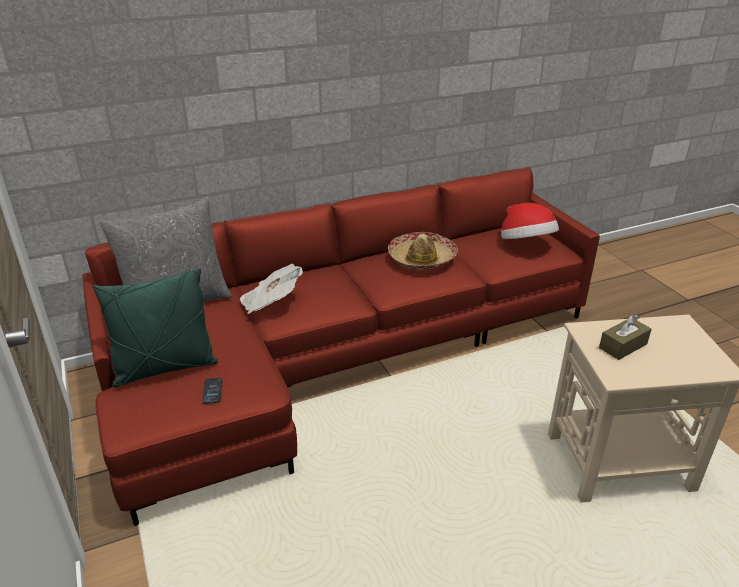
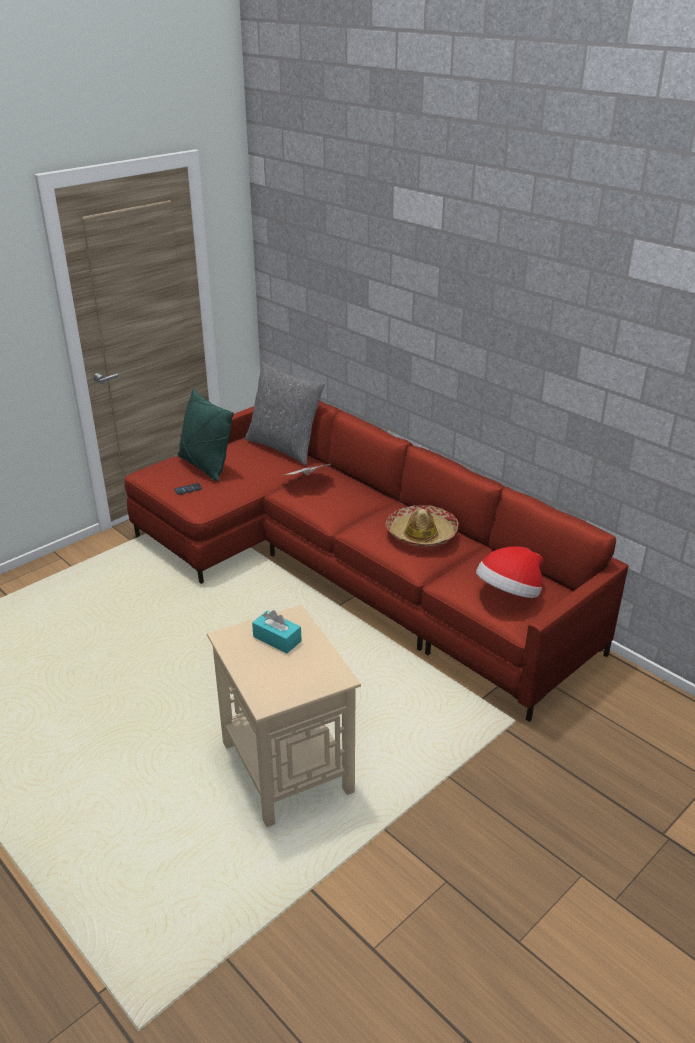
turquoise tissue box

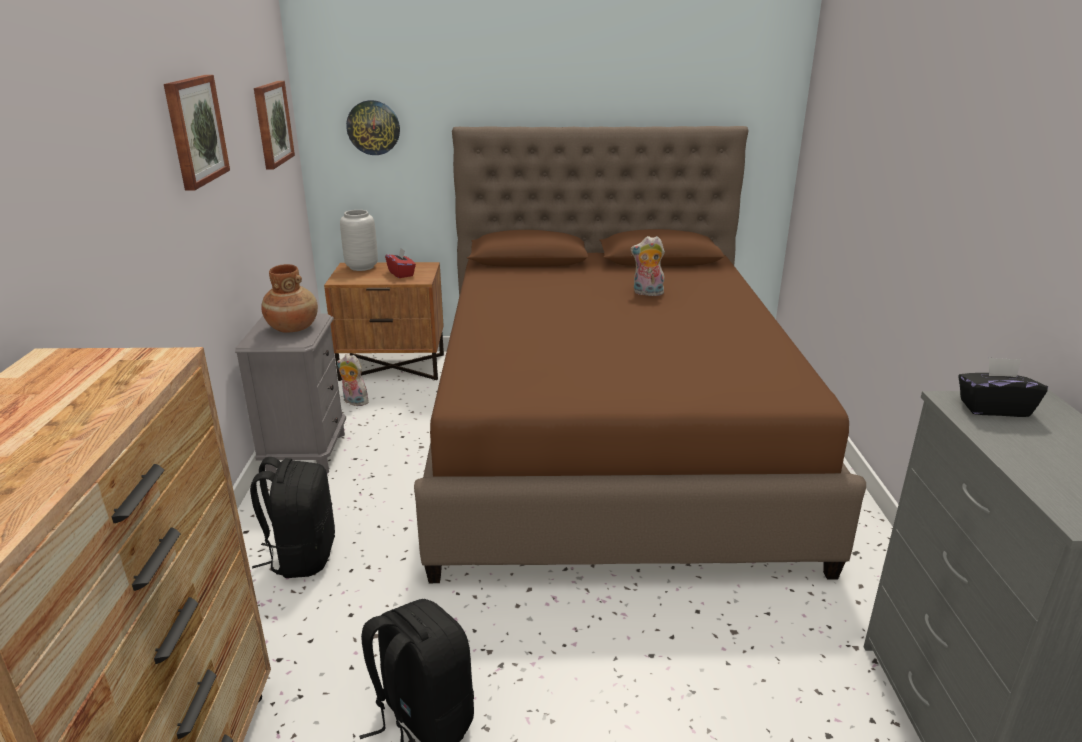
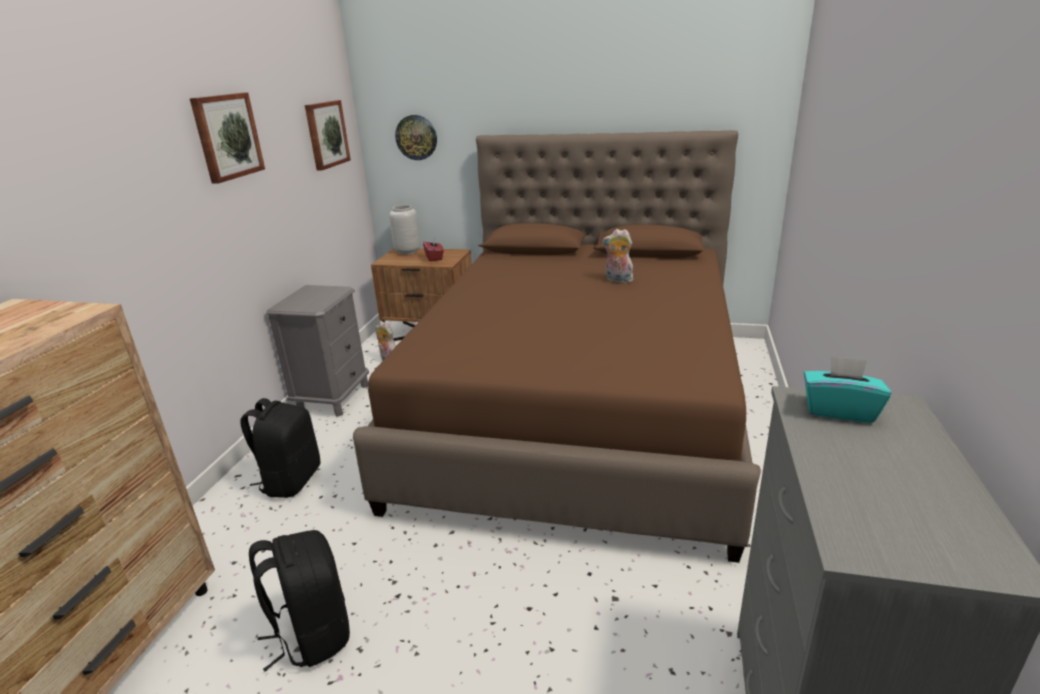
brown vase
turquoise tissue box

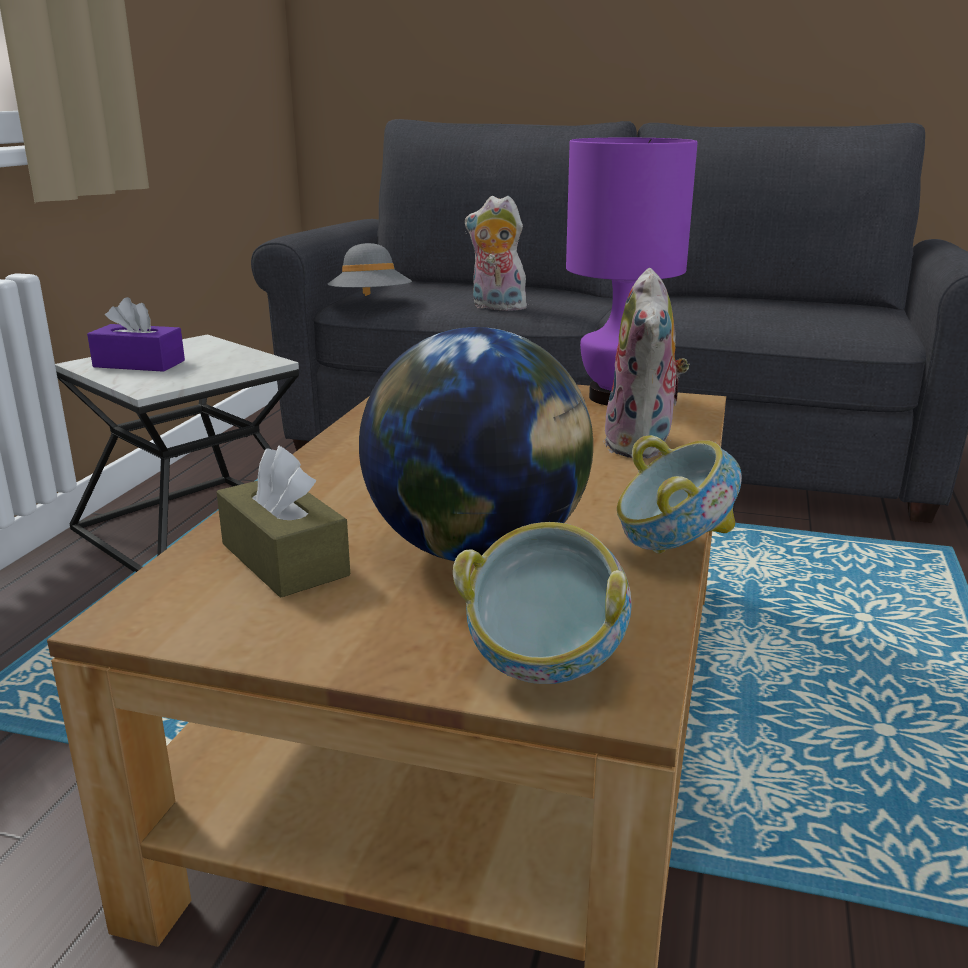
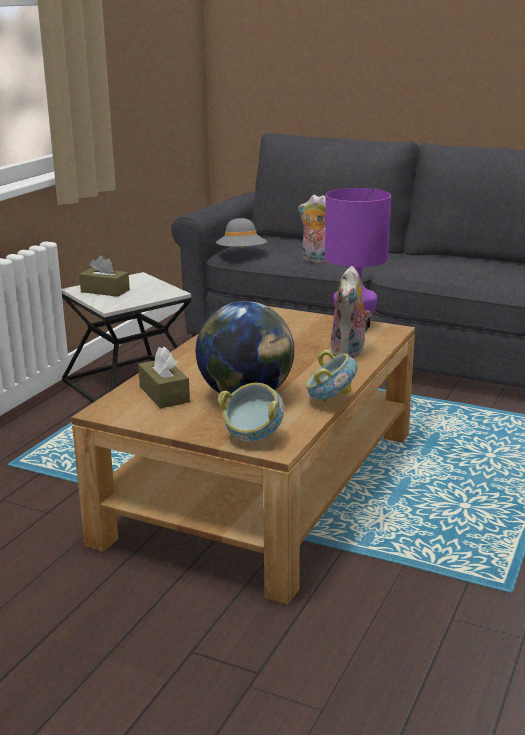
brown tissue box (1st from left)

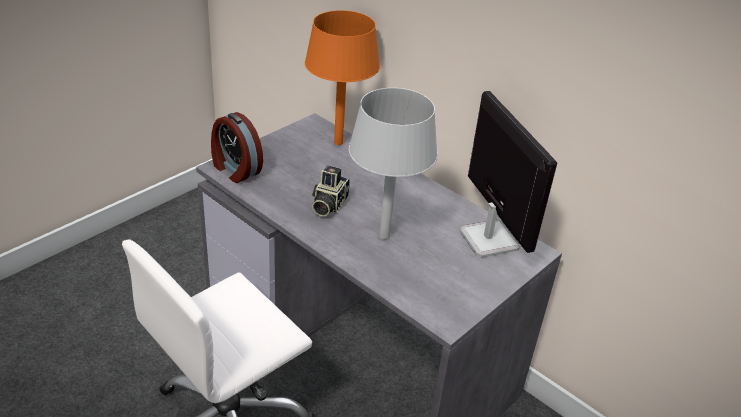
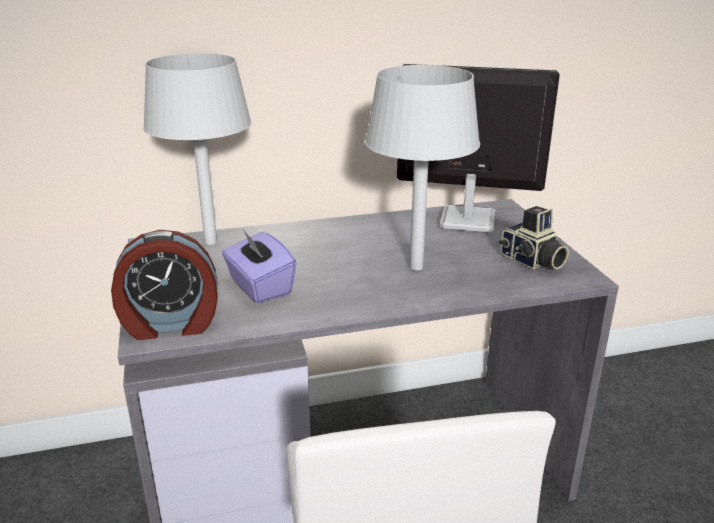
grey table lamp (1st from left)
photo camera
purple tissue box

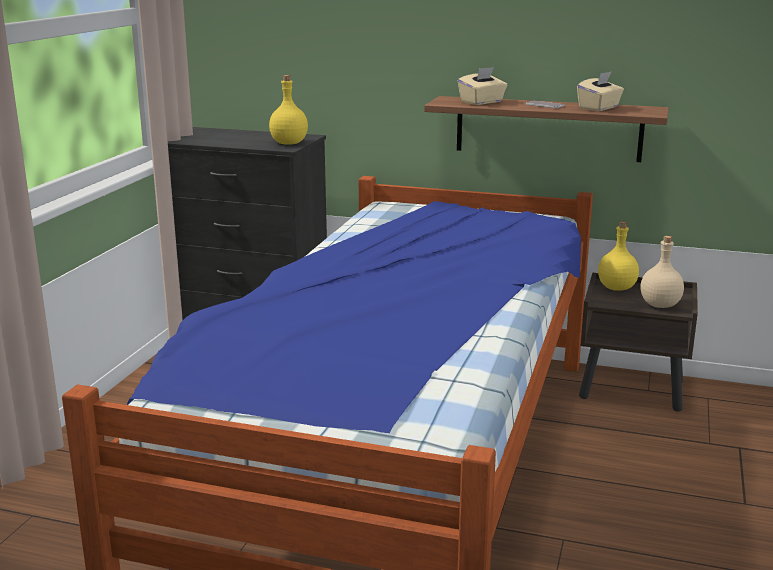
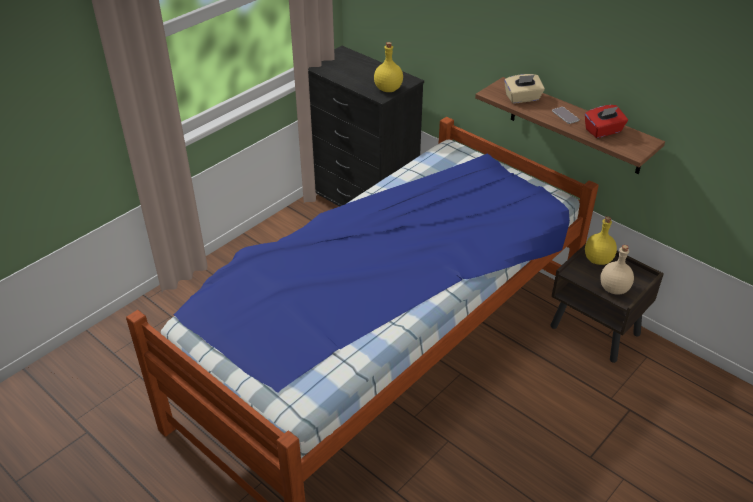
red tissue box

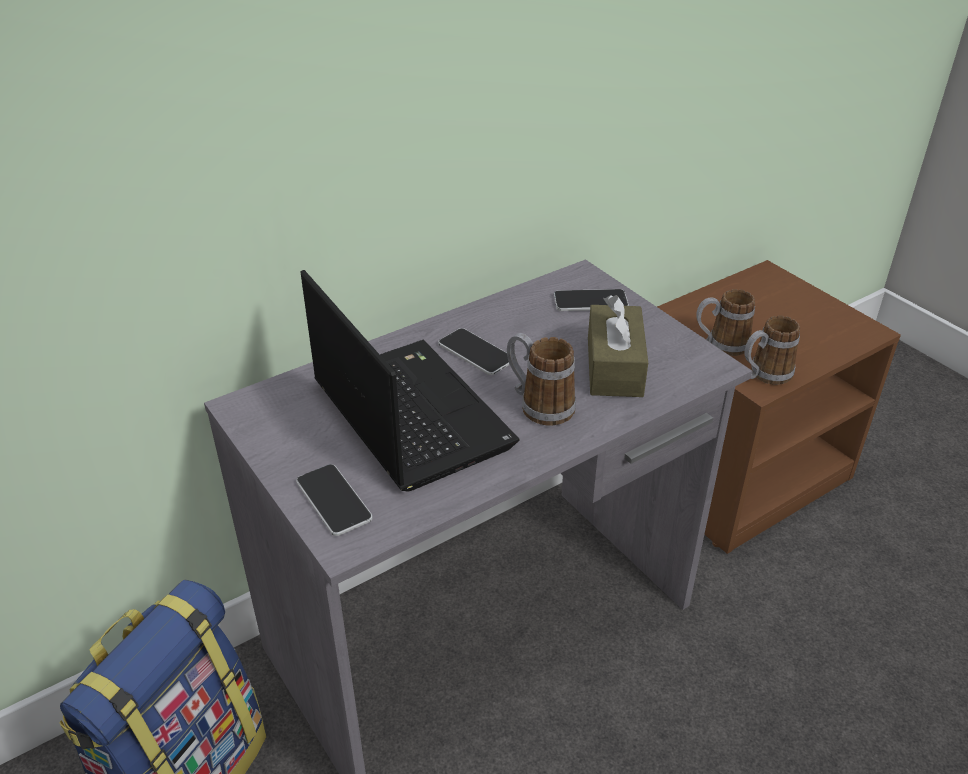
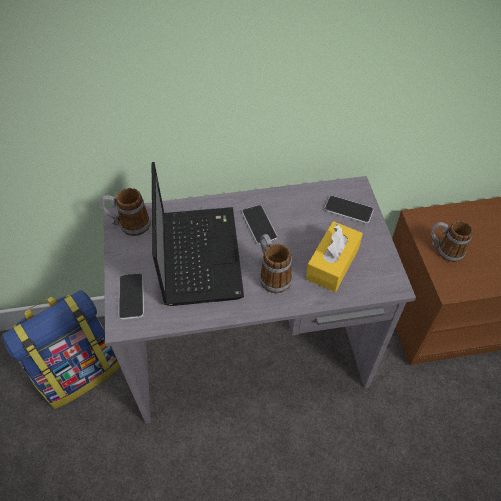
yellow tissue box
mug (1st from left)

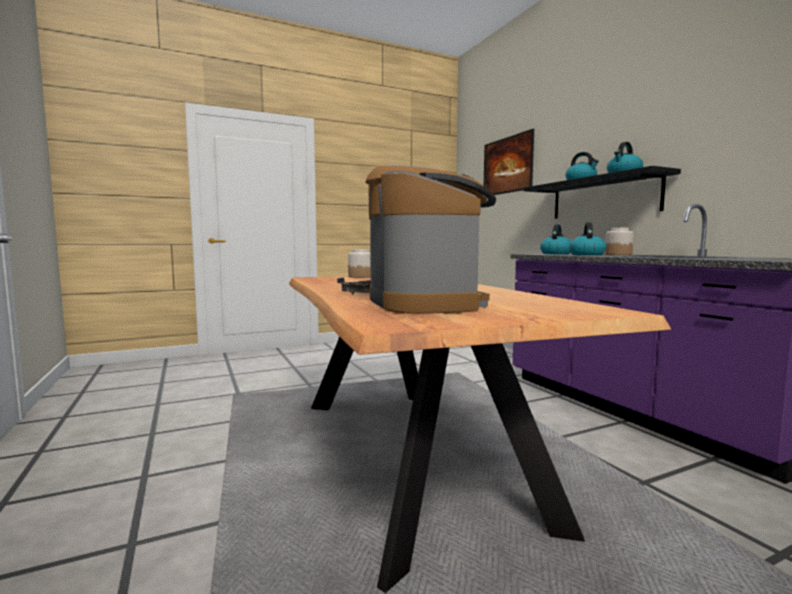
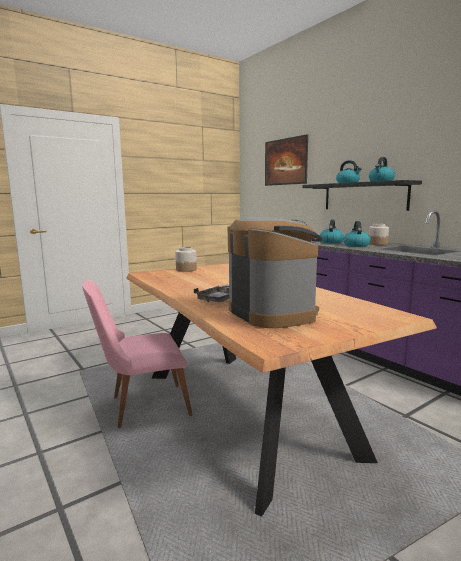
pink chair

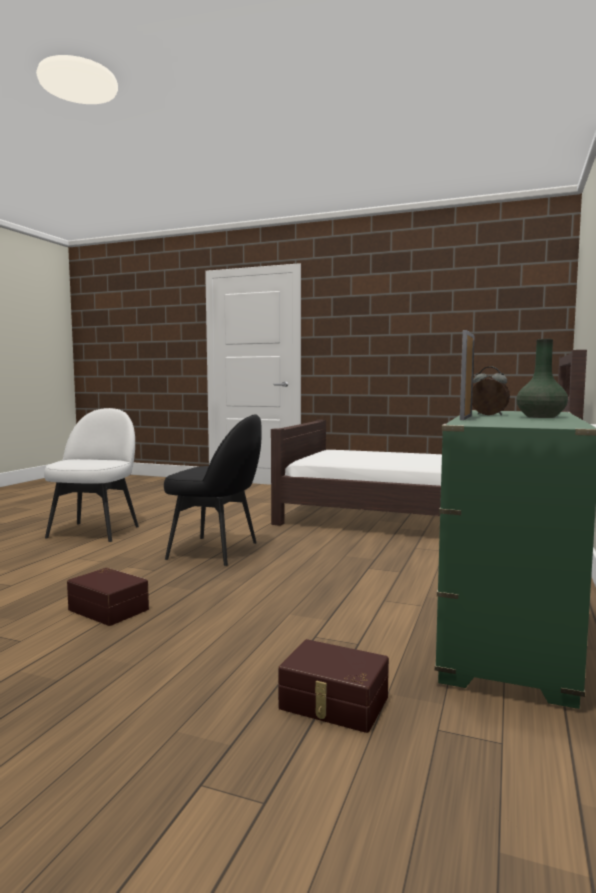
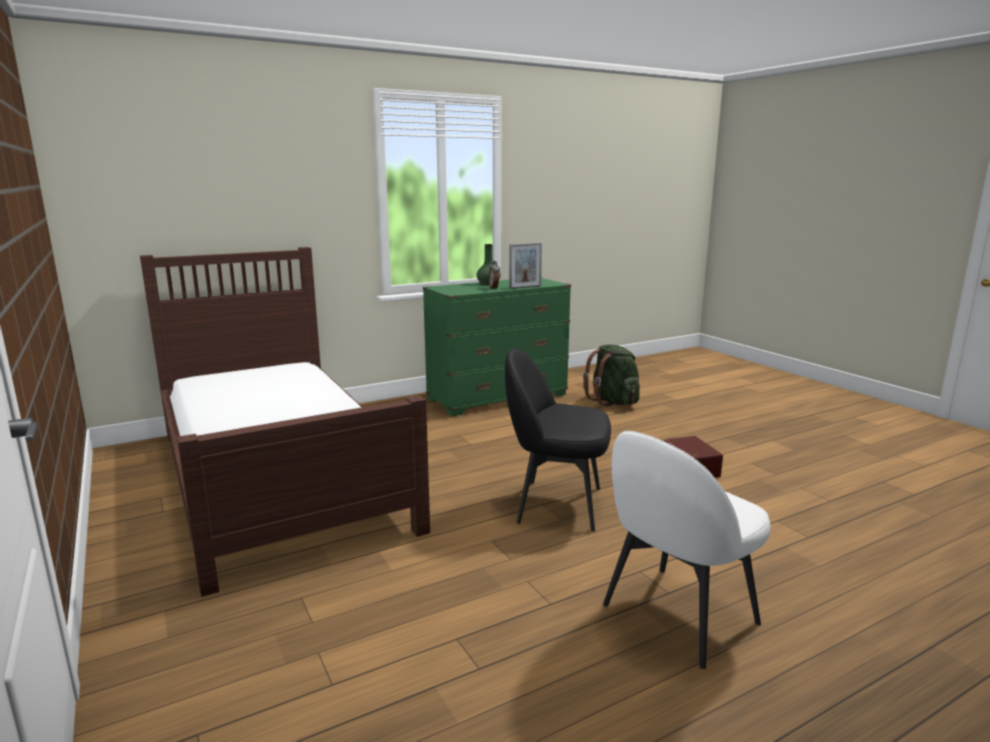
black chair
green backpack

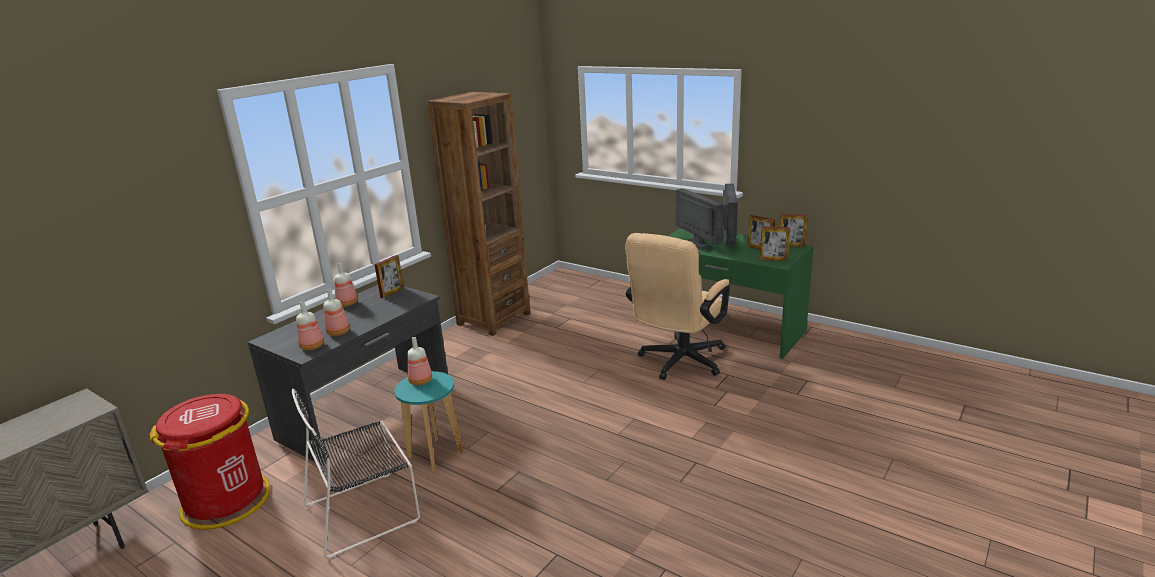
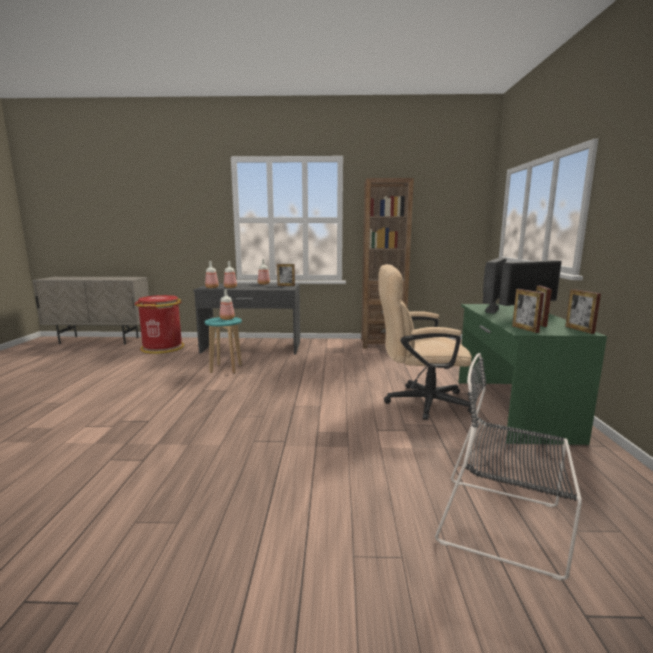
black chair

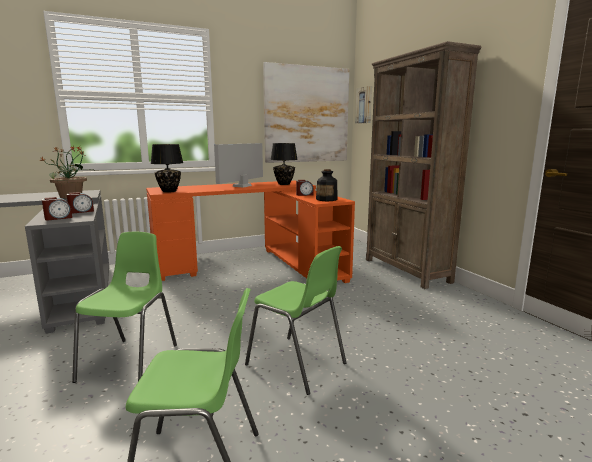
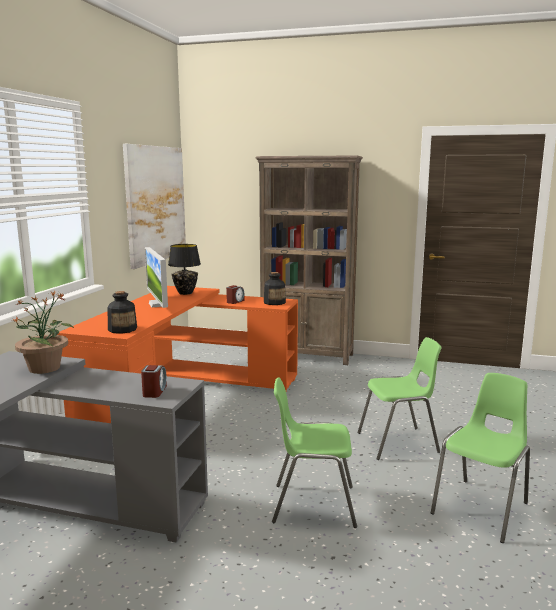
alarm clock (2nd from left in the first image)
green chair (1st from left)
bottle (1st from left)
picture (2nd from left in the first image)

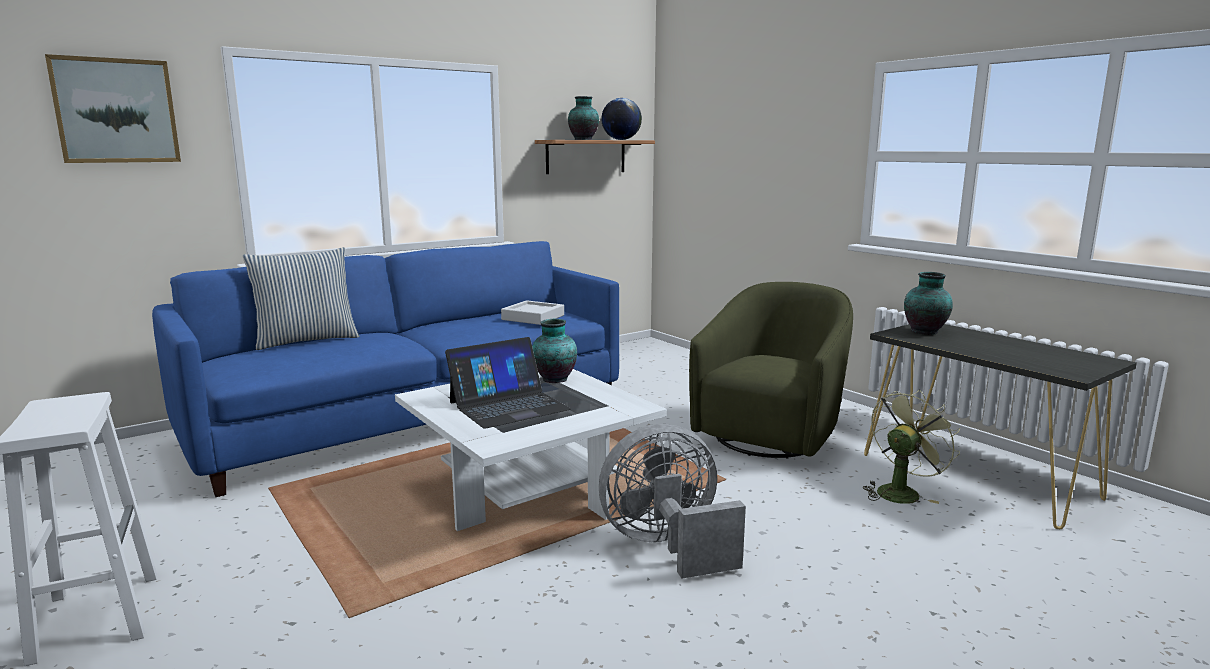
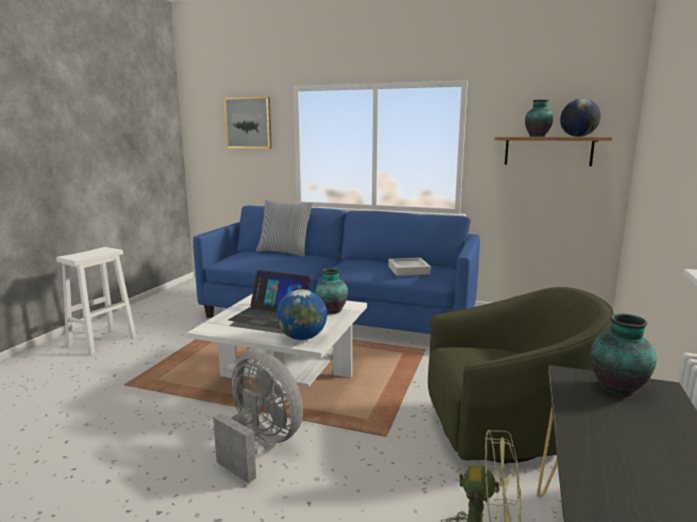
globe (1st from left)

